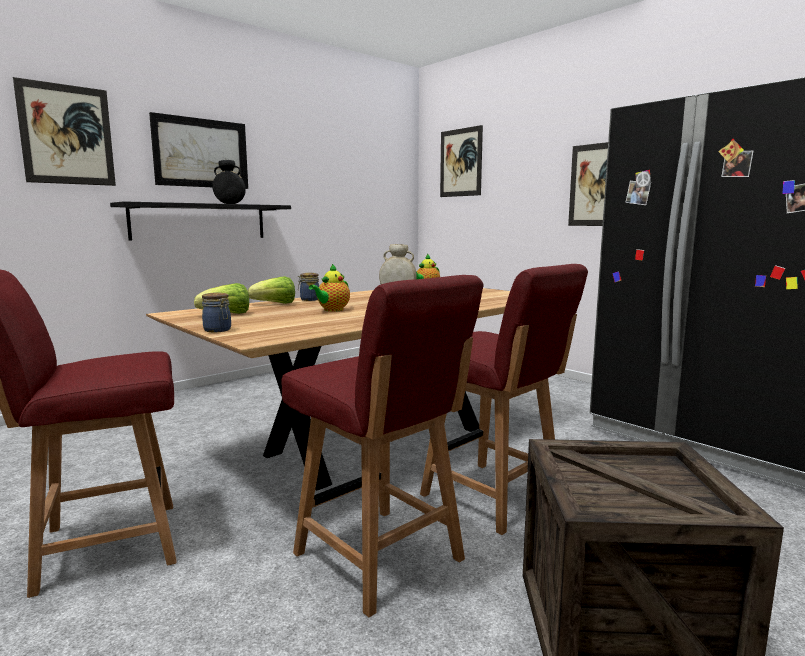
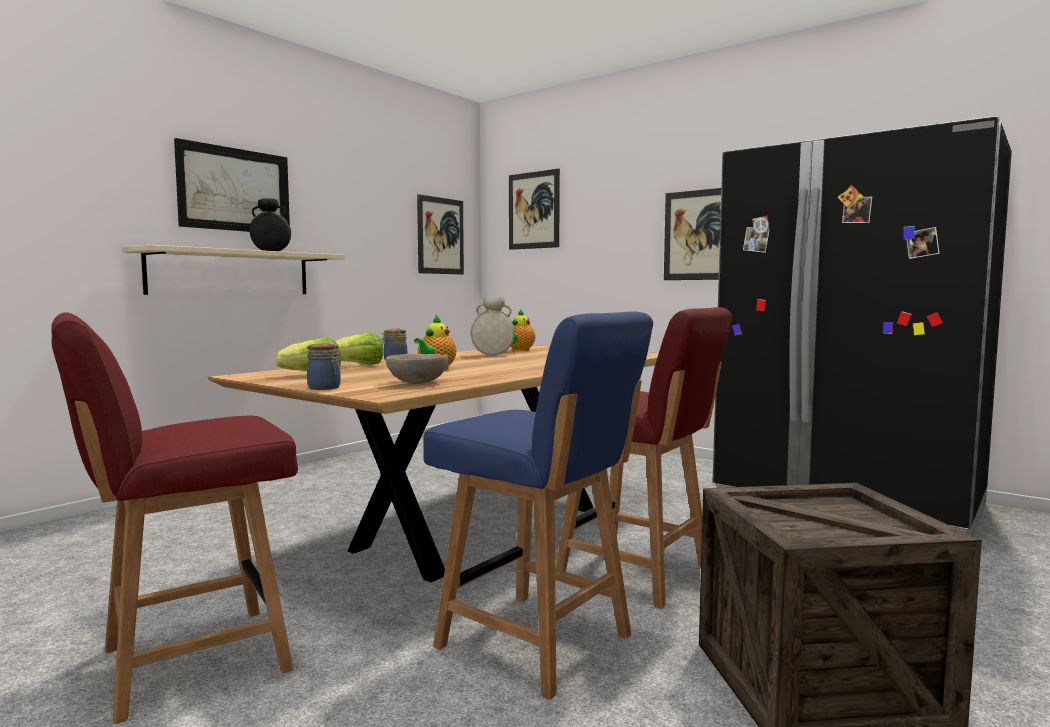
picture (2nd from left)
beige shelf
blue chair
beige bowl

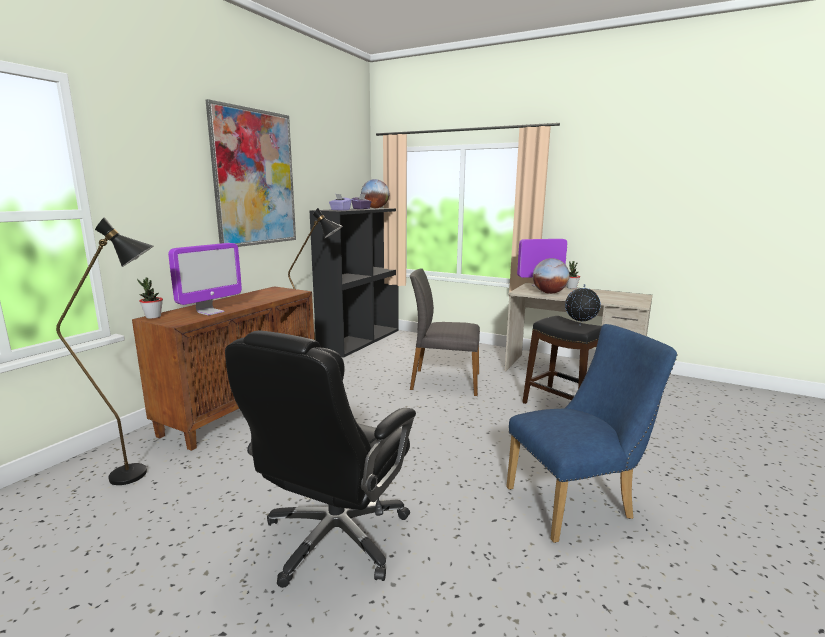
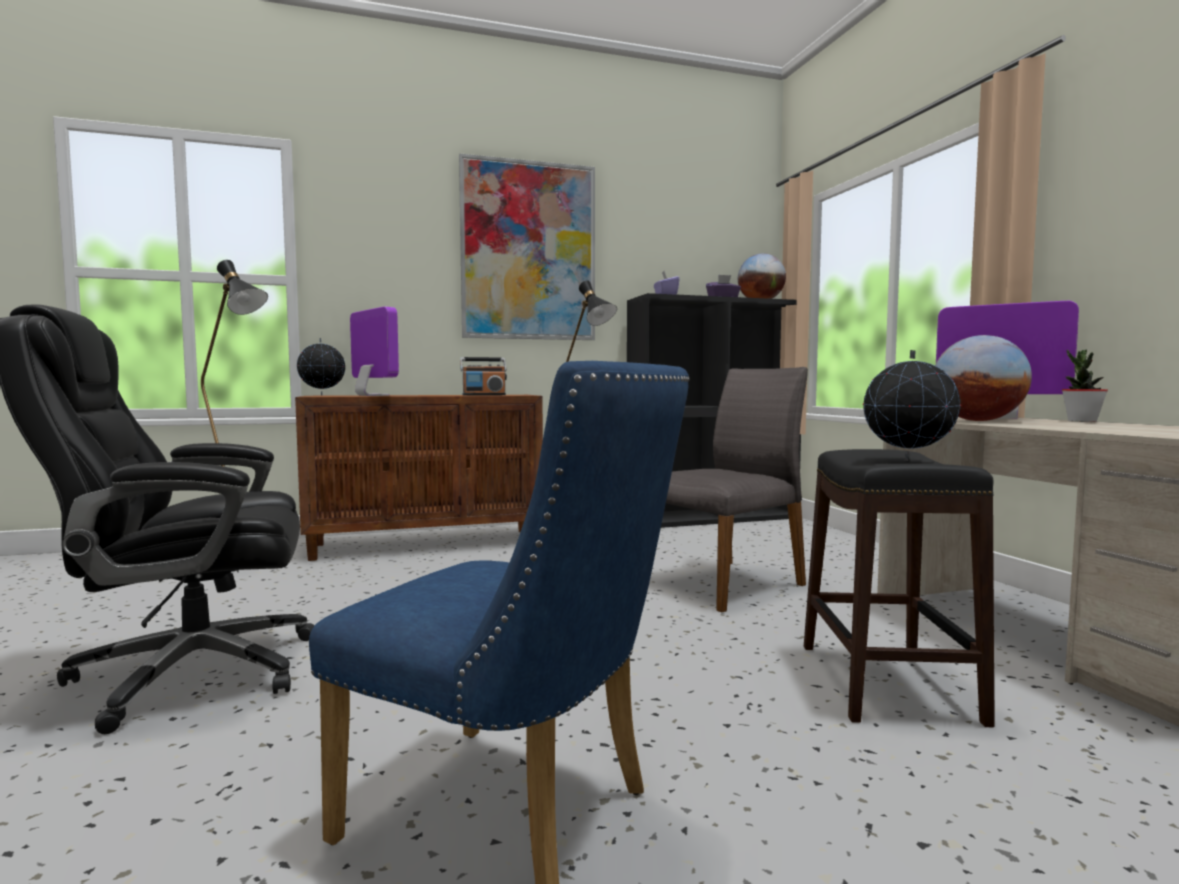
globe (1st from left)
monitor (1st from left)
grey chair
radio

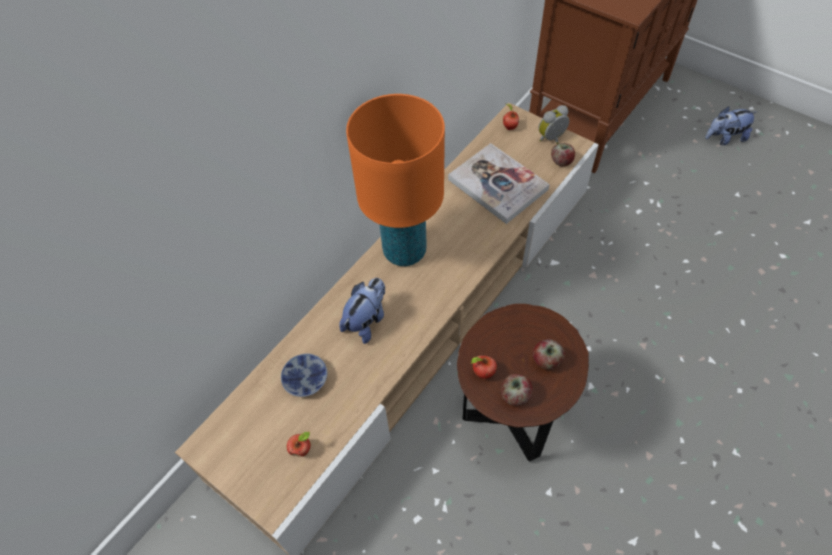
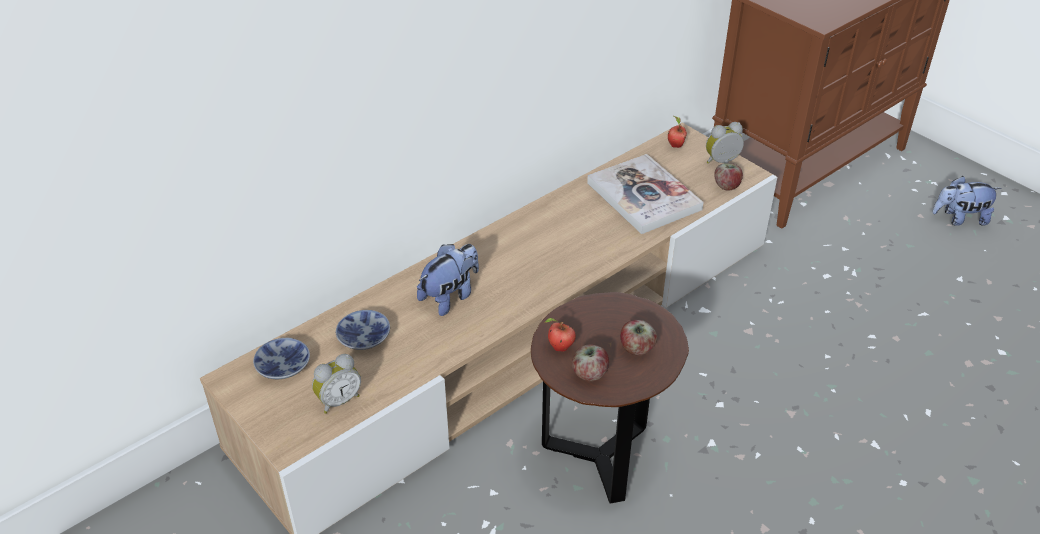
alarm clock (1st from left)
orange table lamp
bowl (1st from left)

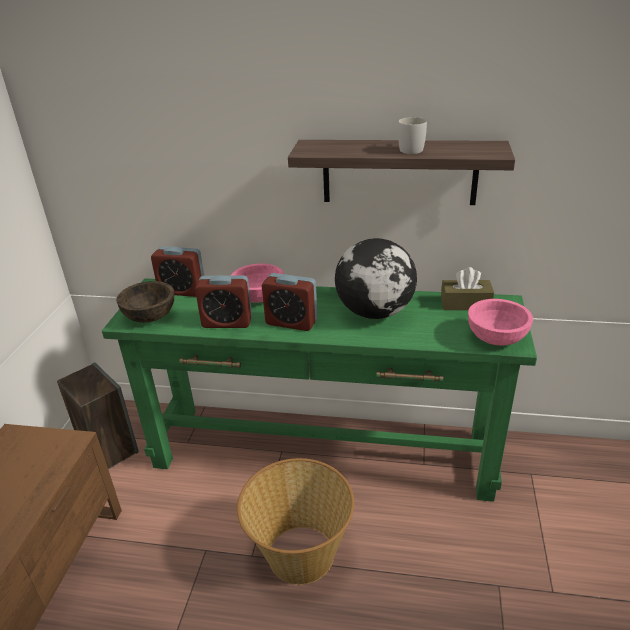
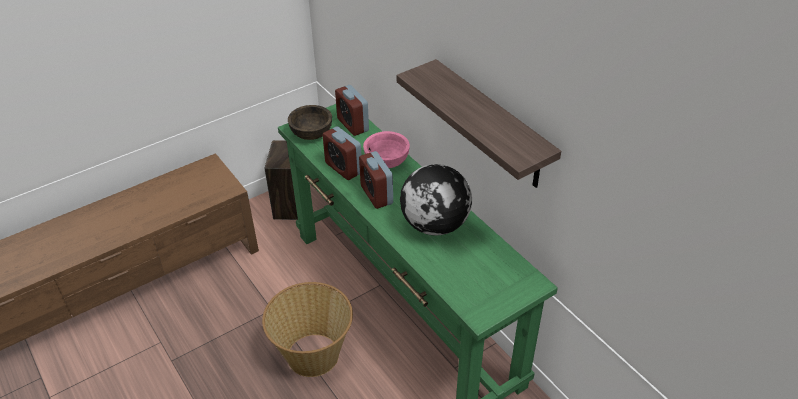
white mug
brown tissue box
pink bowl (2nd from left in the first image)

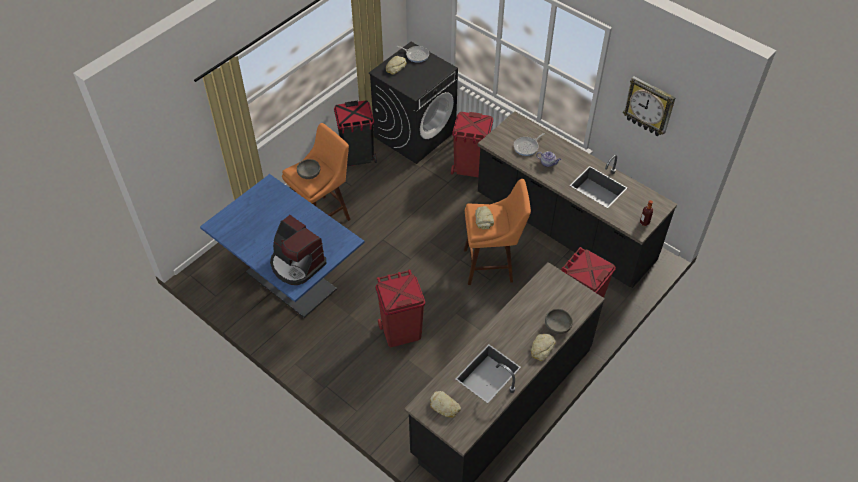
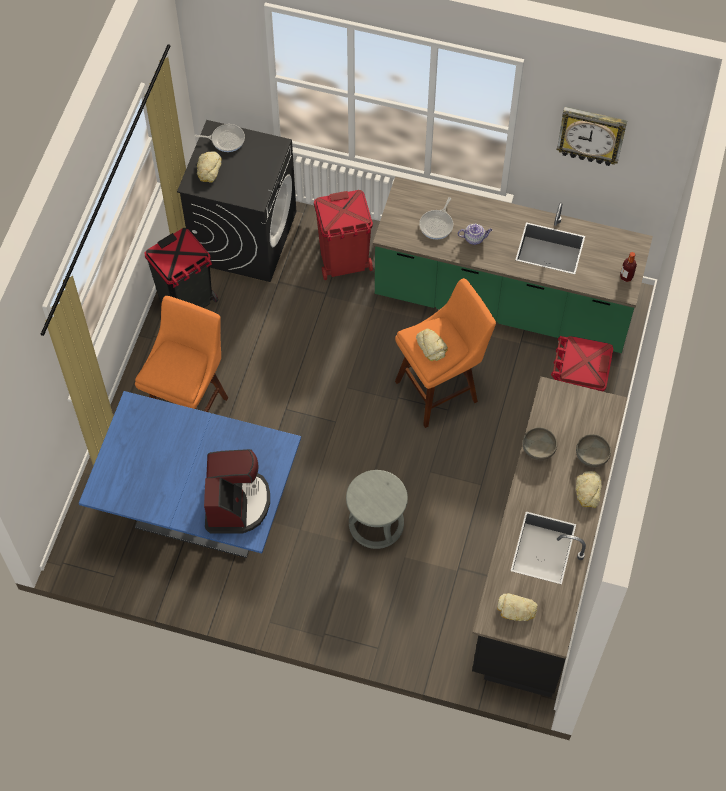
coffee machine
grey bowl (1st from left)
grey stool
green counter

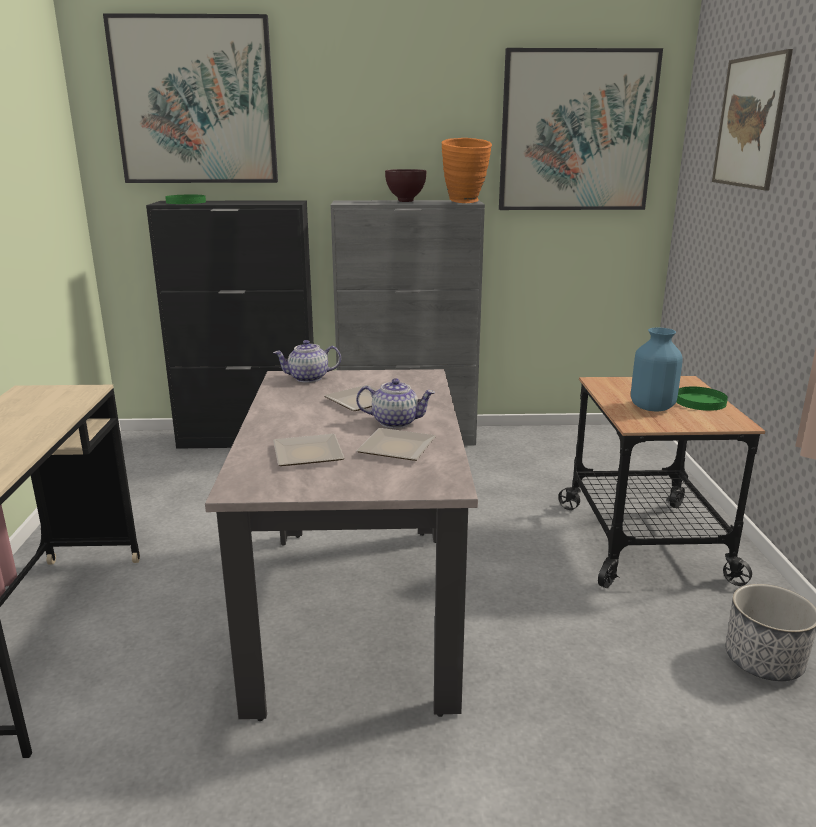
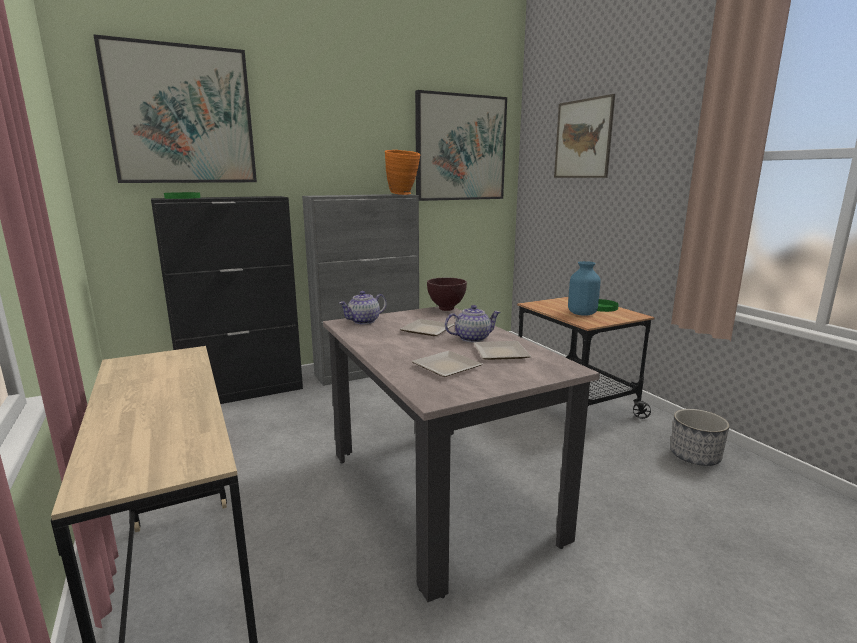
brown bowl

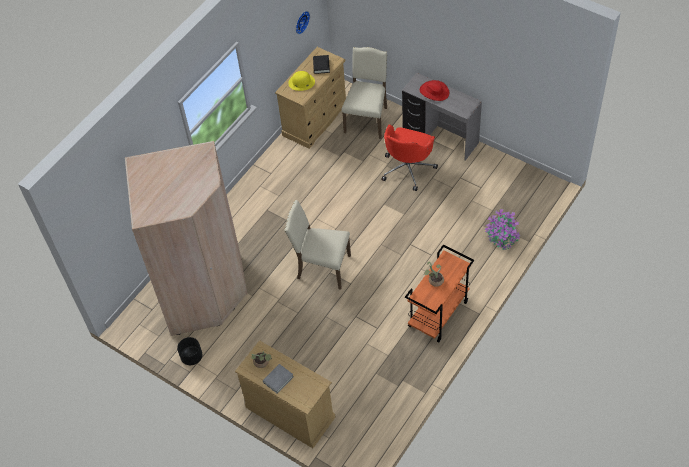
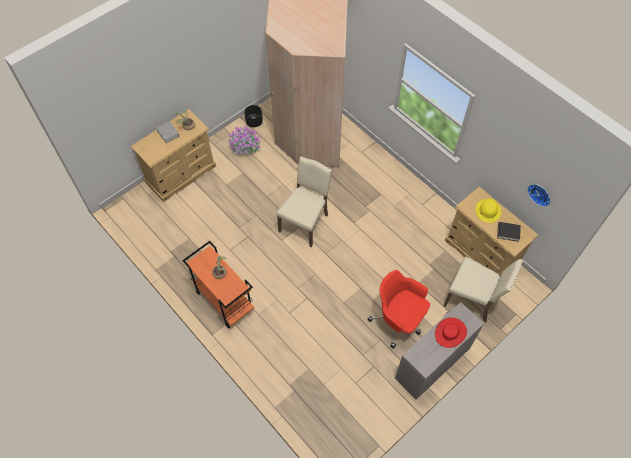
potted plant (3rd from left)

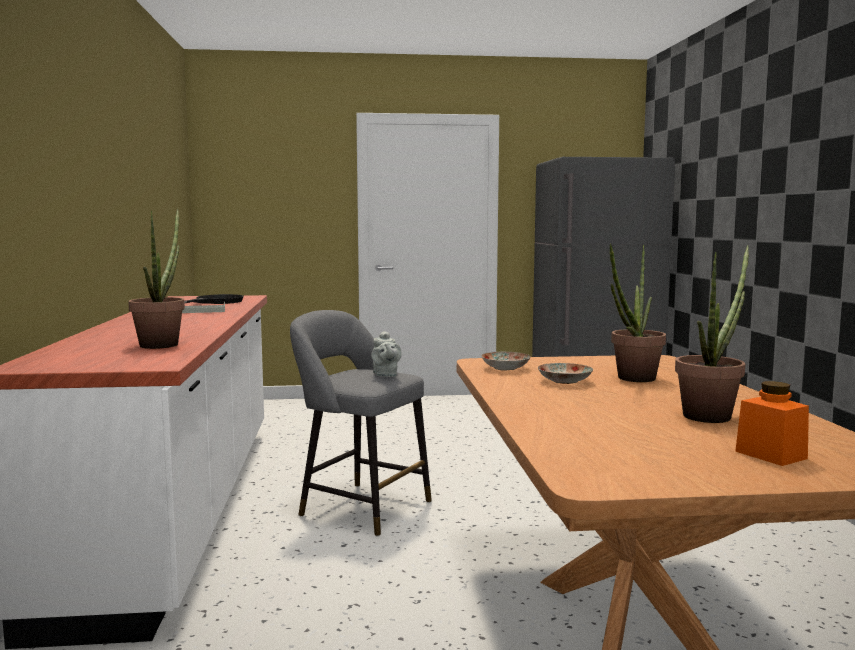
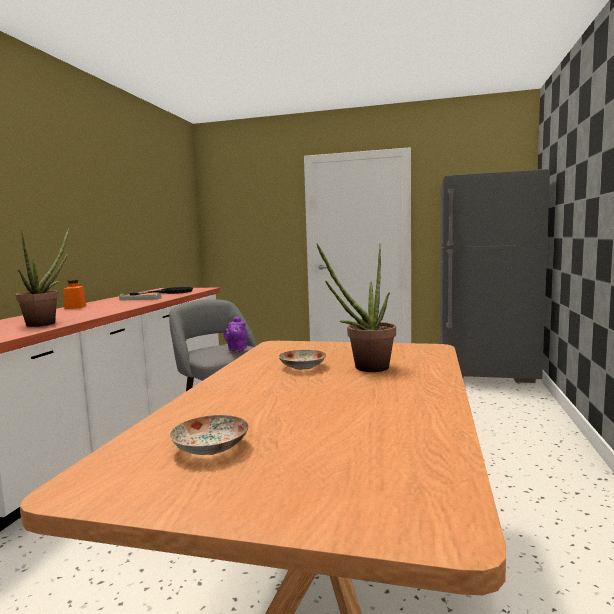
purple teapot
plate (1st from left)
potted plant (3rd from left in the first image)
orange jar

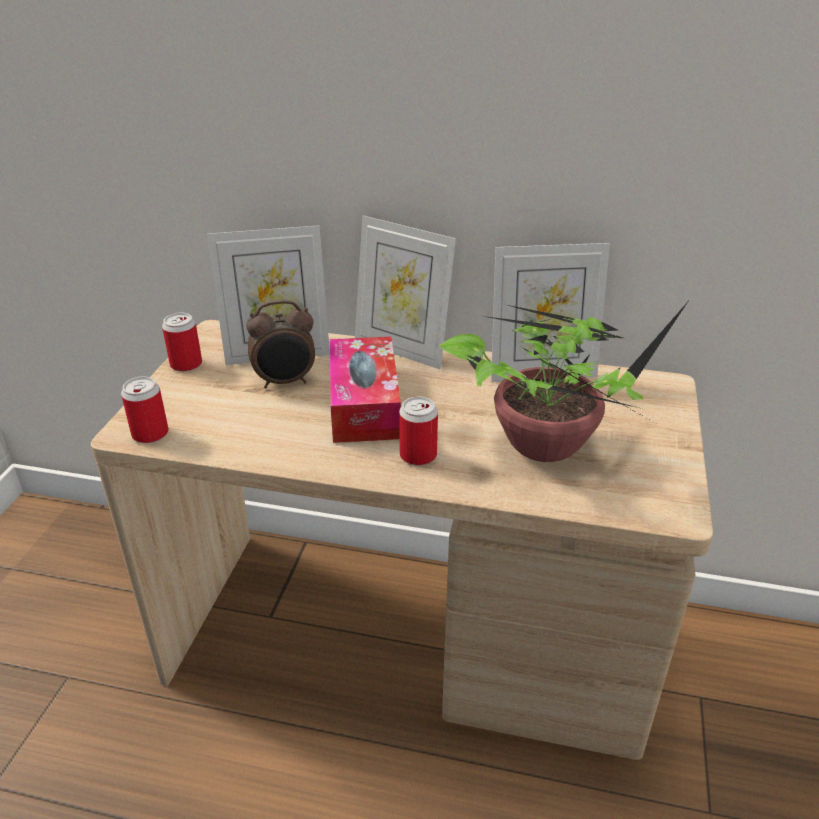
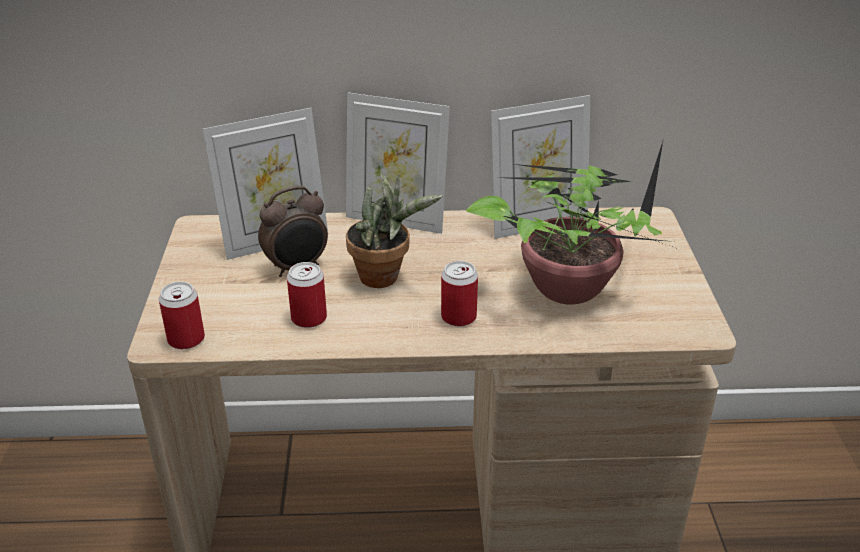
can (2nd from left)
potted plant (1st from left)

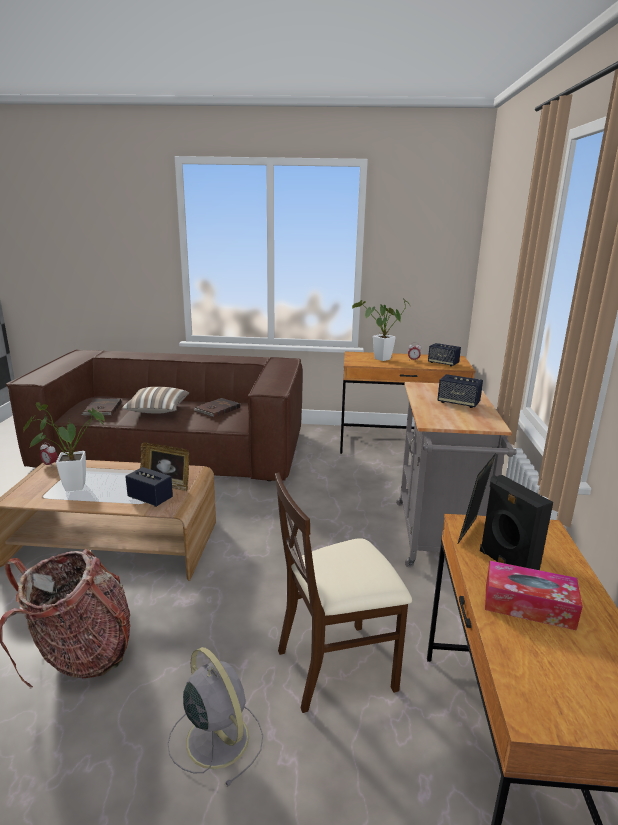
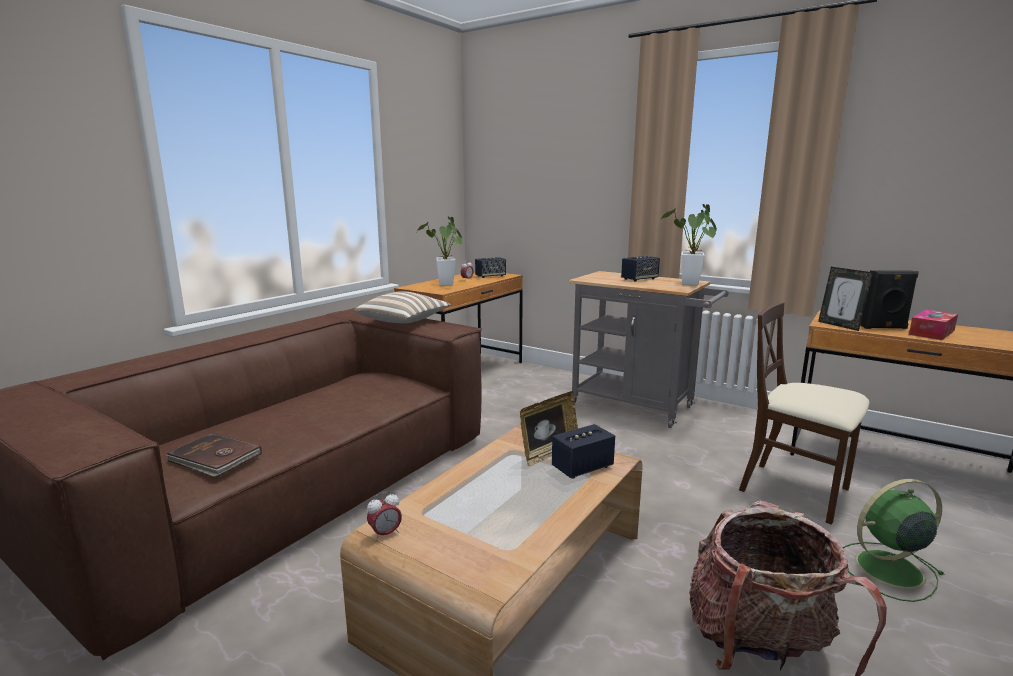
potted plant (2nd from left)
pillow
green fan
brown book (2nd from left in the first image)
beige chair

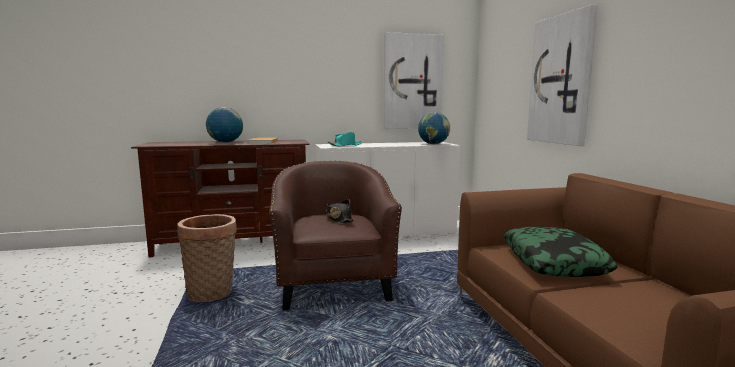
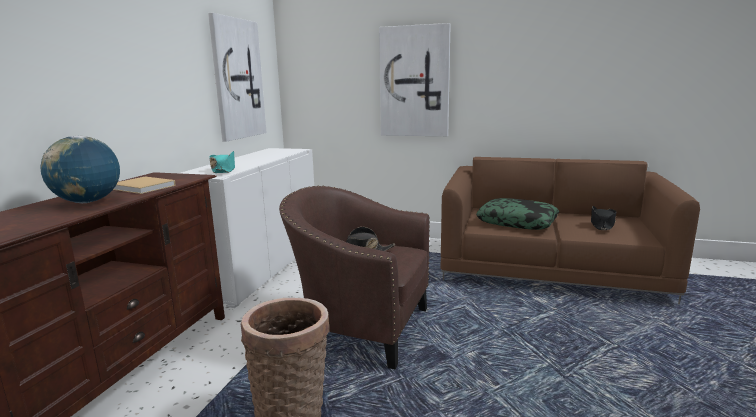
globe (2nd from left in the first image)
black hat (2nd from left)

